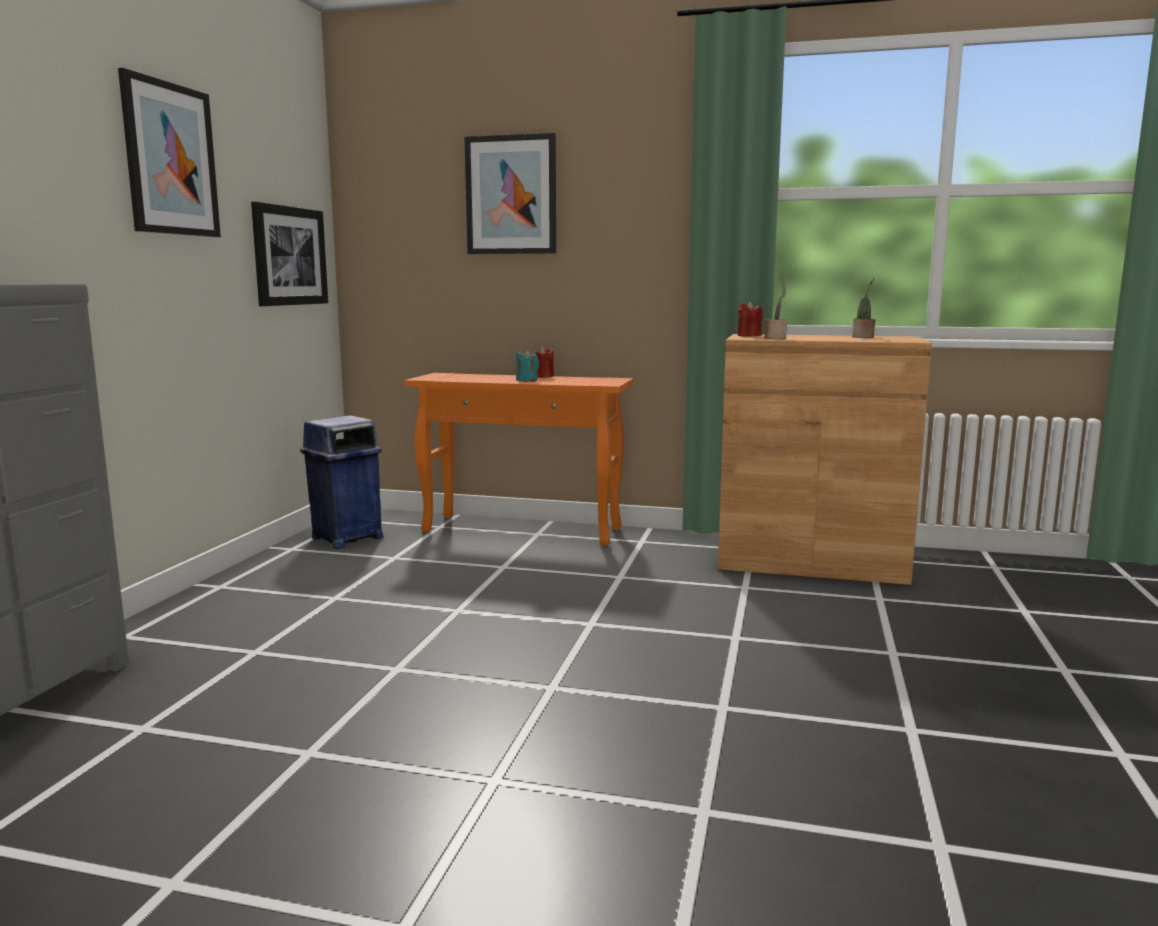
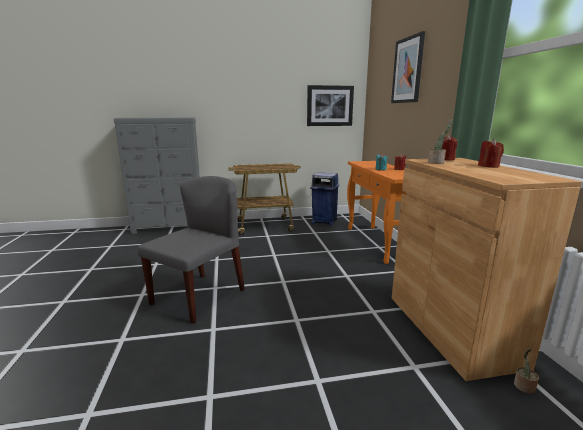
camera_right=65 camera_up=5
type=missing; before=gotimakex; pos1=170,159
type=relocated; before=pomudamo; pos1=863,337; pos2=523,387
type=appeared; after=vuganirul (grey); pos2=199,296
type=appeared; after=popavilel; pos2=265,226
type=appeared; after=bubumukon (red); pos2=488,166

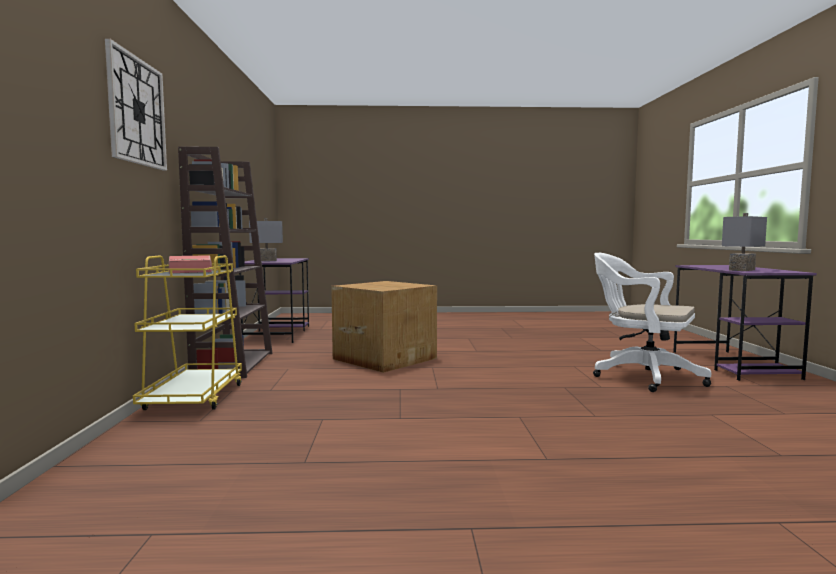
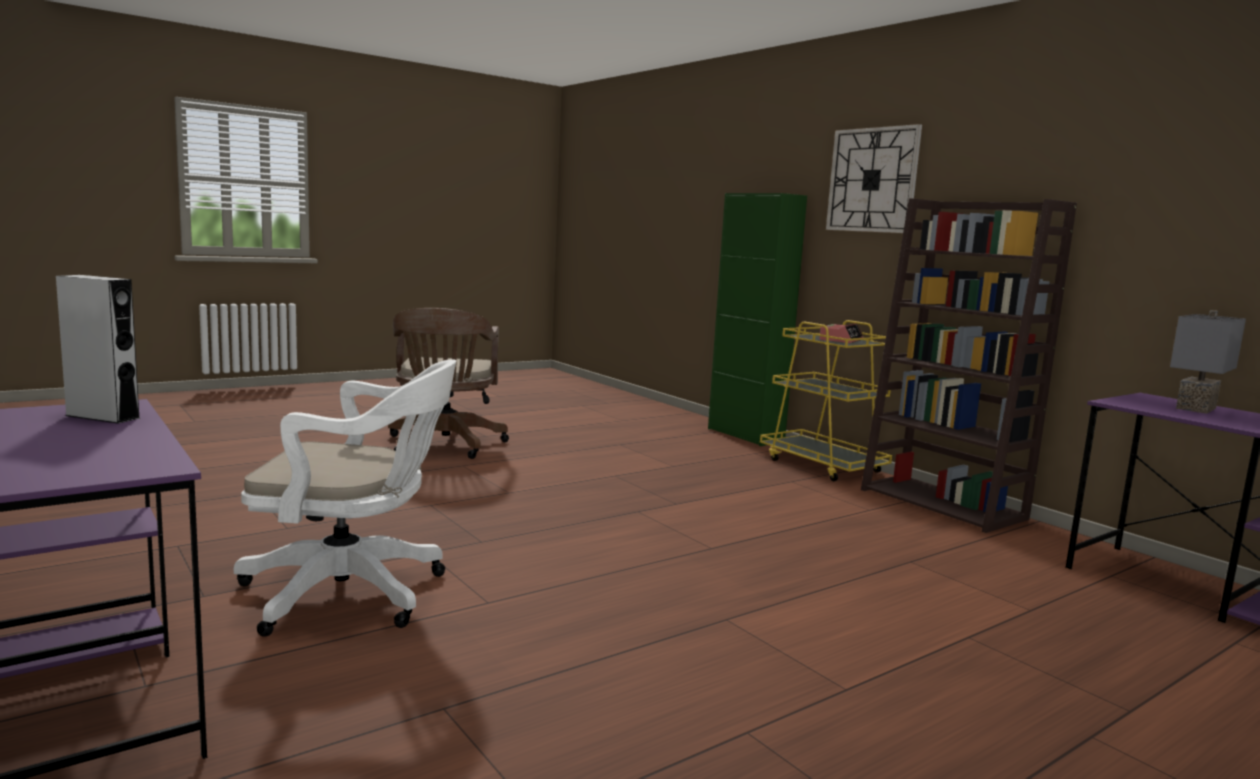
camera_right=145 camera_up=5
type=missing; before=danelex; pos1=385,358
type=exchanged; before=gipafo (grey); after=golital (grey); pos1=743,270; pos2=103,417
type=appeared; after=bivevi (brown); pos2=444,445
type=appeared; after=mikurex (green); pos2=745,435

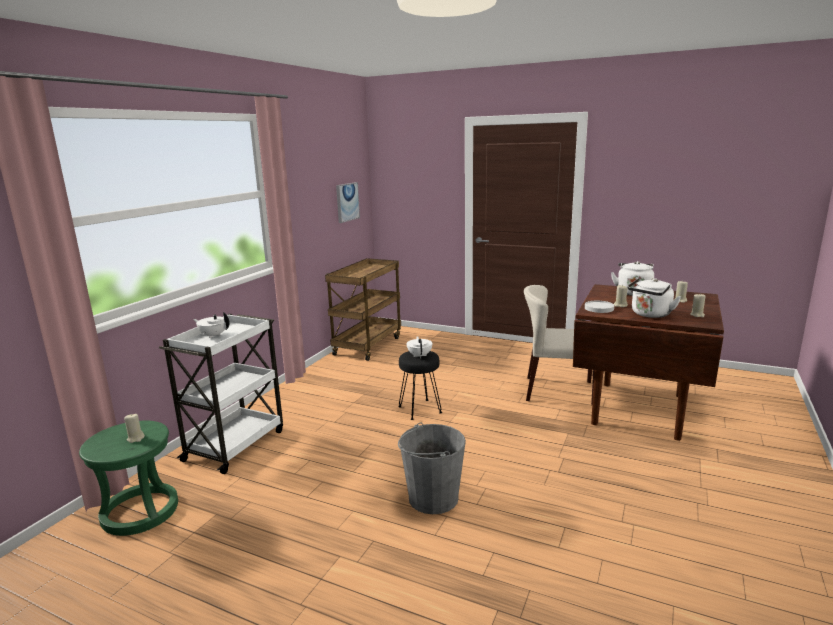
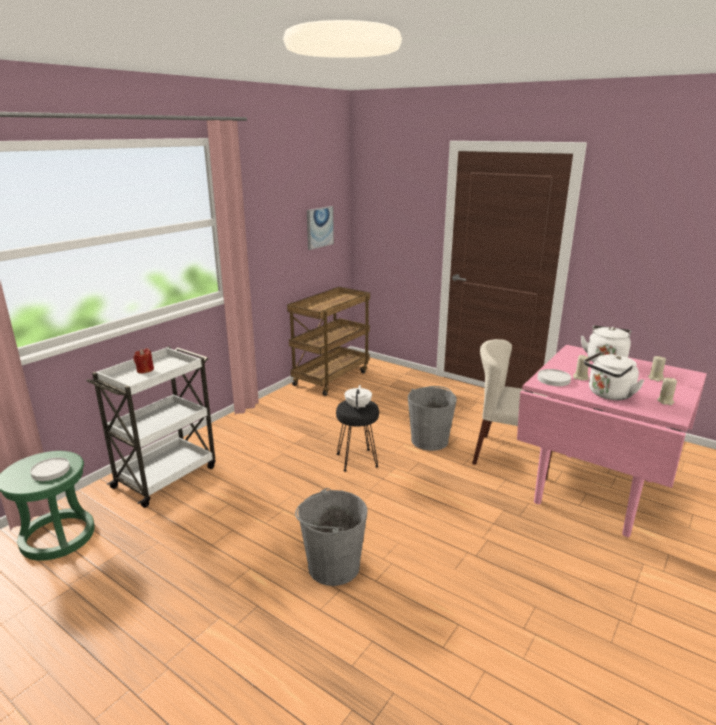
camera_right=10 camera_up=5
type=exchanged; before=bubumukon (beige); after=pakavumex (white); pos1=136,438; pos2=50,471
type=exchanged; before=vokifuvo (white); after=bubumukon (red); pos1=214,335; pos2=145,370
type=colour; before=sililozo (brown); after=sililozo (pink); pos1=639,409; pos2=596,491
type=appeared; after=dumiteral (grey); pos2=430,440

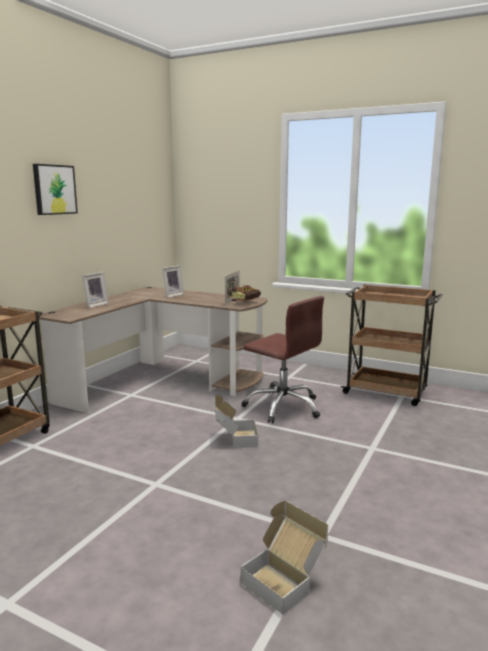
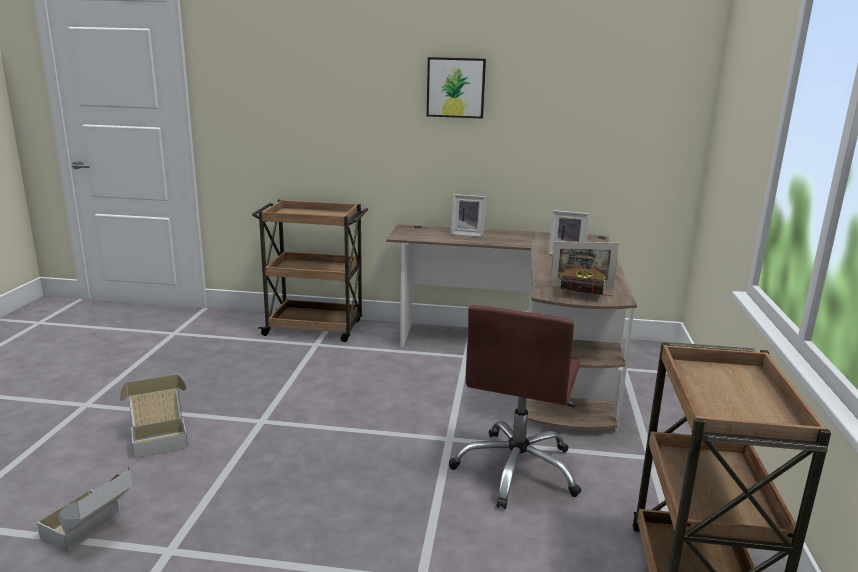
camera_right=70 camera_up=5
type=relocated; before=danelex; pos1=234,438; pos2=159,437

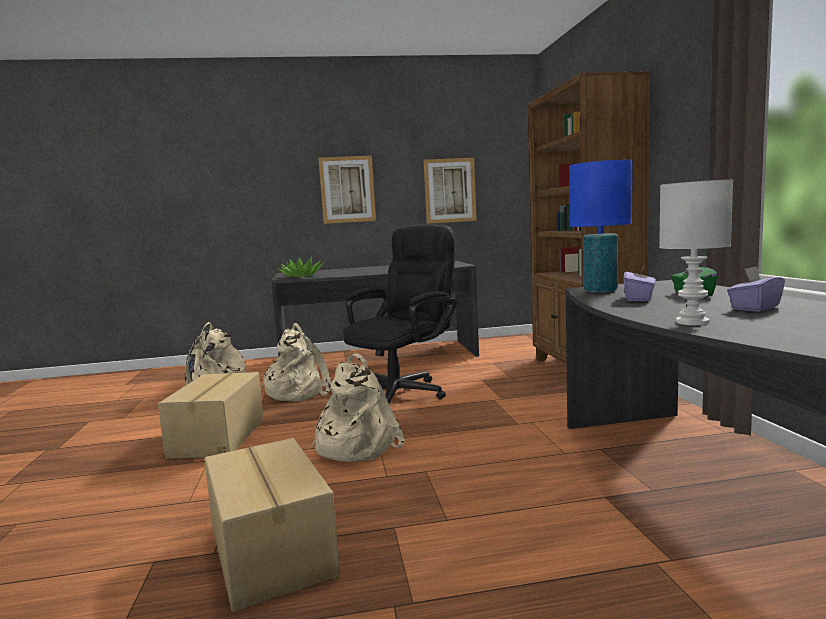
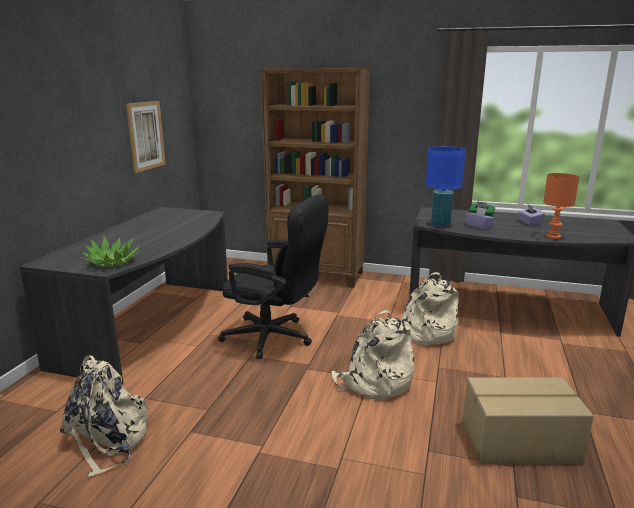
camera_right=-65 camera_up=10
type=missing; before=danelex; pos1=219,437
type=relocated; before=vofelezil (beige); pos1=298,392; pos2=424,333
type=missing; before=gotimakex; pos1=347,189
type=spun; before=bivevi (black); pos1=403,392; pos2=275,338; turn=135
type=colour; before=gipafo (white); after=gipafo (orange); pos1=690,322; pos2=553,236

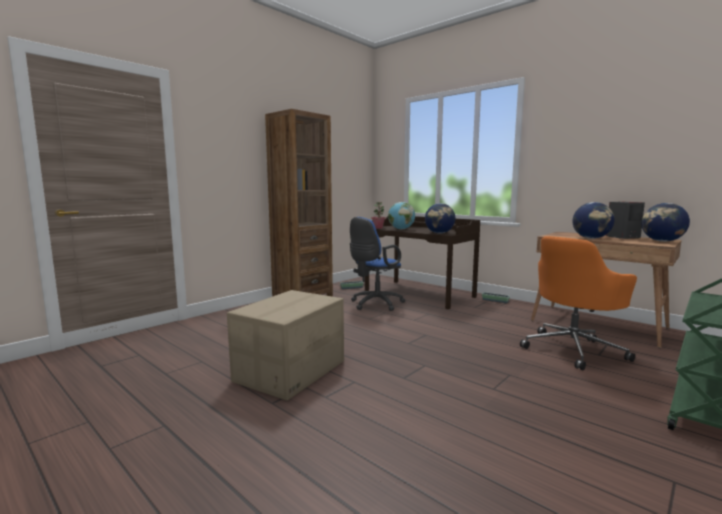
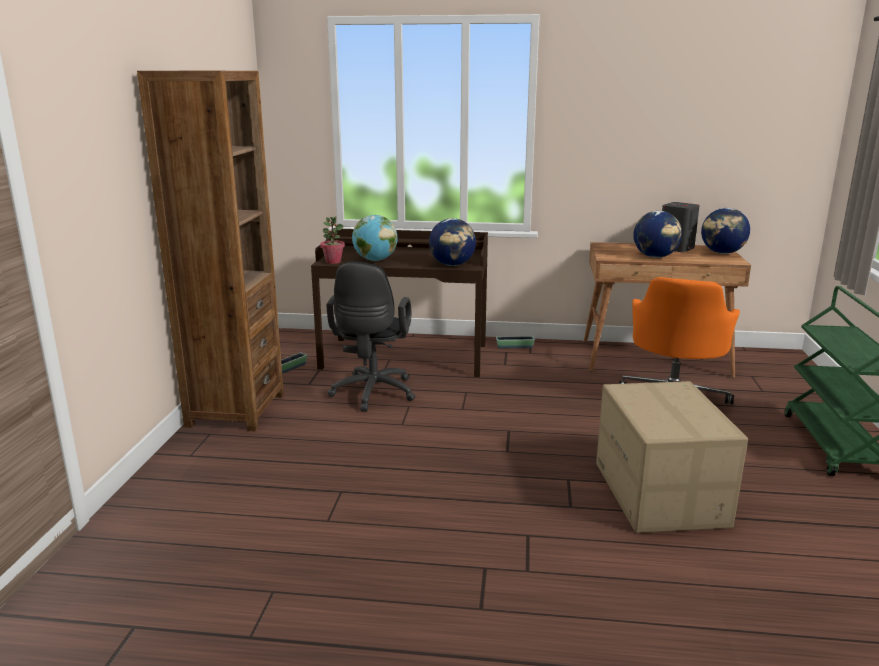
camera_right=-35 camera_up=10
type=relocated; before=danelex; pos1=291,371; pos2=661,494
type=colour; before=bivevi (blue); after=bivevi (black); pos1=374,304; pos2=372,394

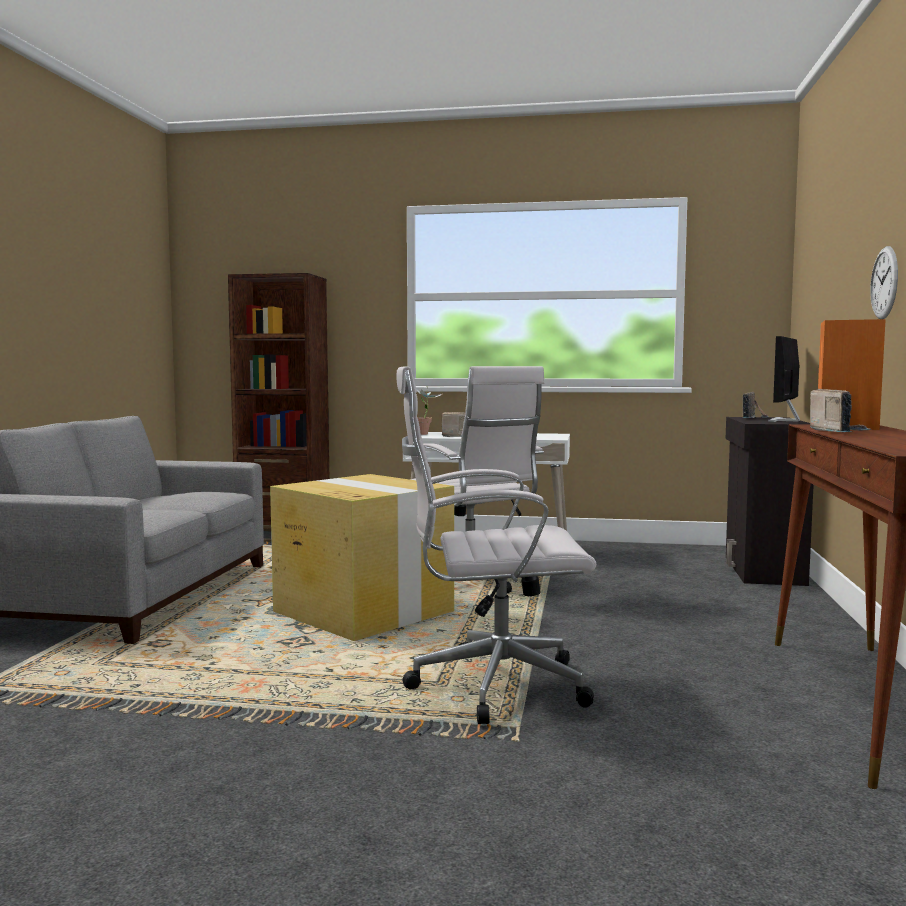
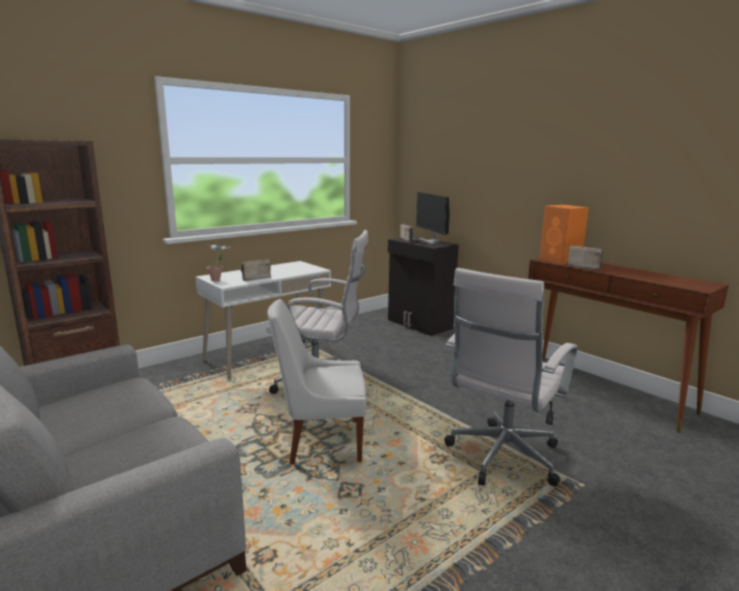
camera_right=-50 camera_up=10
type=exchanged; before=danelex; after=vuganirul (white); pos1=362,612; pos2=321,441
type=missing; before=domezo; pos1=884,283

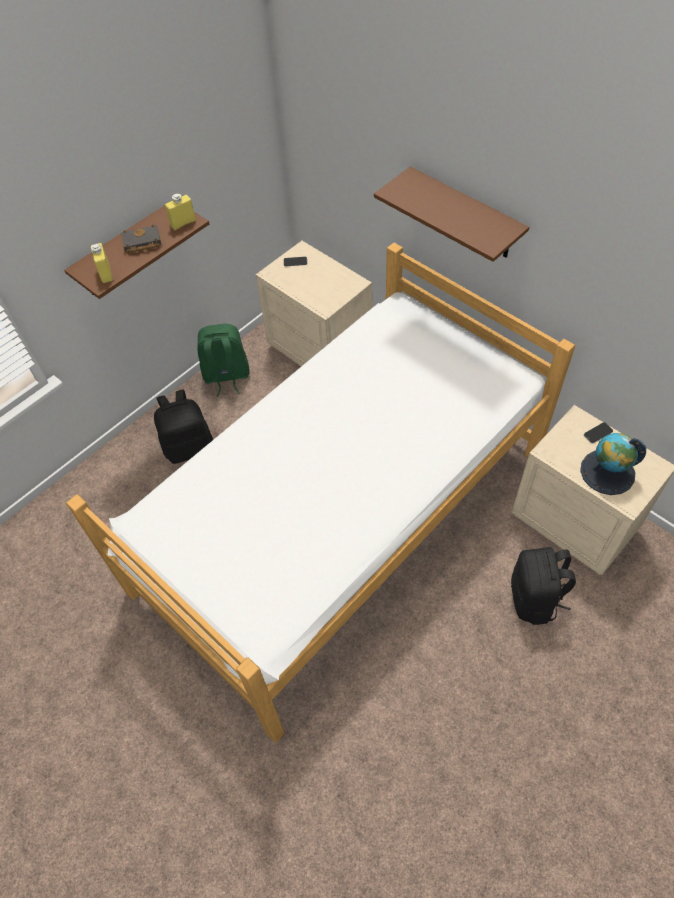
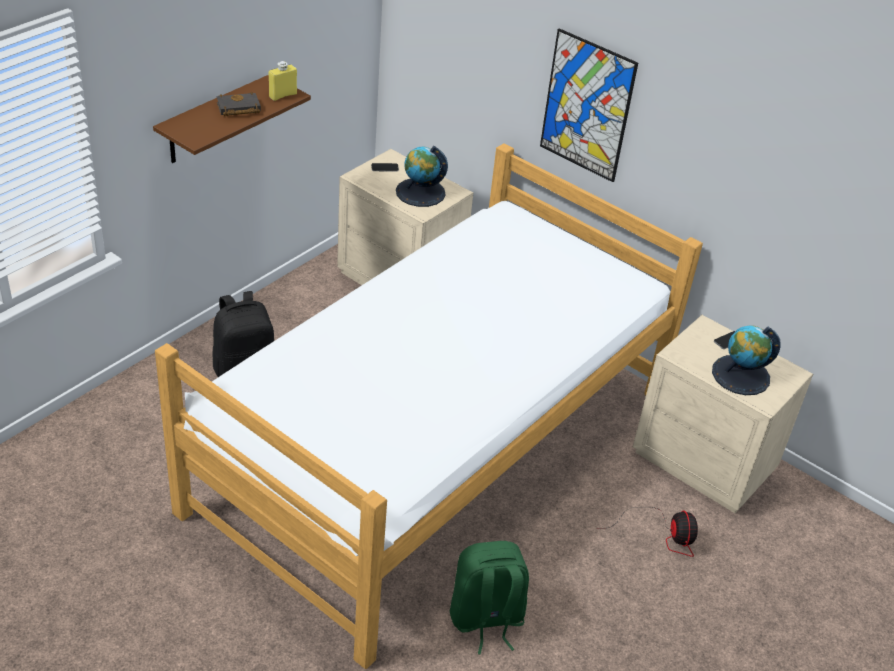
camera_right=-10 camera_up=-15
type=missing; before=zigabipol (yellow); pos1=106,273
type=relocated; before=vofelezil (green); pos1=226,376; pos2=486,619
type=exchanged; before=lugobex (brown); after=gotimakex; pos1=465,214; pos2=587,106
type=exchanged; before=vofelezil (black); after=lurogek; pos1=534,599; pos2=663,534
type=appeared; after=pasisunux; pos2=420,192

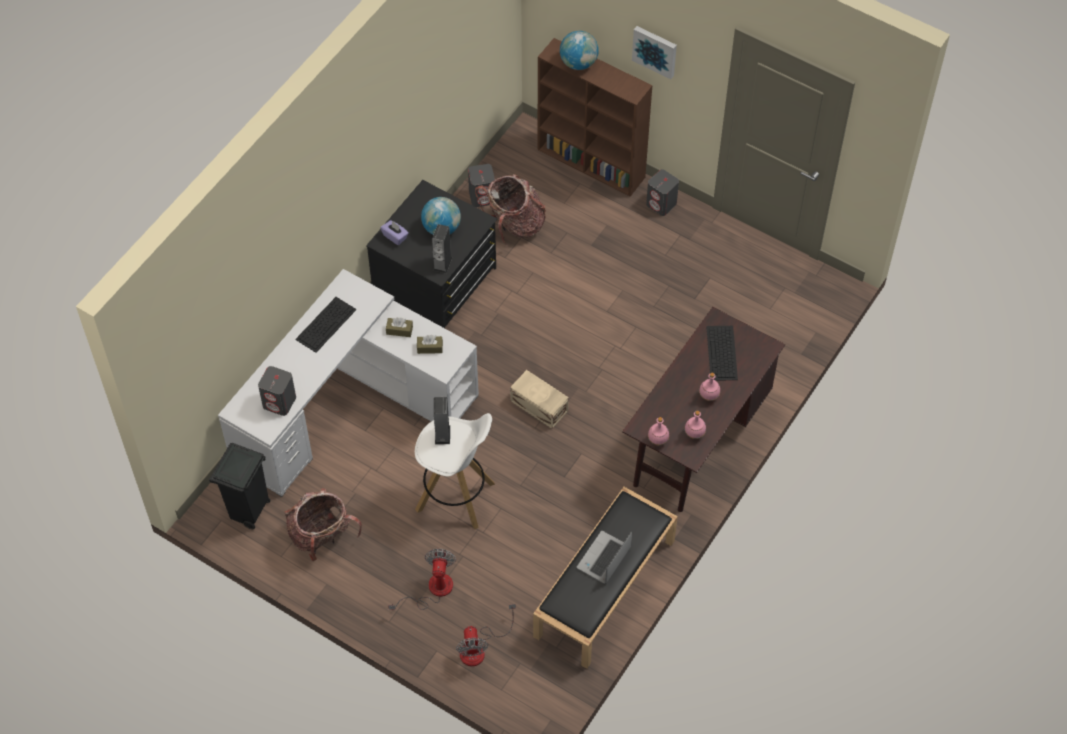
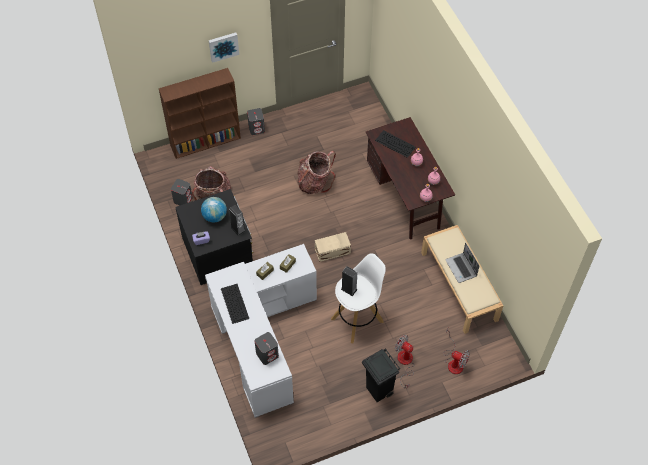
camera_right=-55 camera_up=0
type=relocated; before=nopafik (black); pos1=249,512; pos2=379,391
type=relocated; before=vofelezil; pos1=322,536; pos2=315,182
type=colour; before=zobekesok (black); after=zobekesok (beige); pos1=604,589; pos2=459,286
type=missing; before=pasisunux; pos1=578,63

